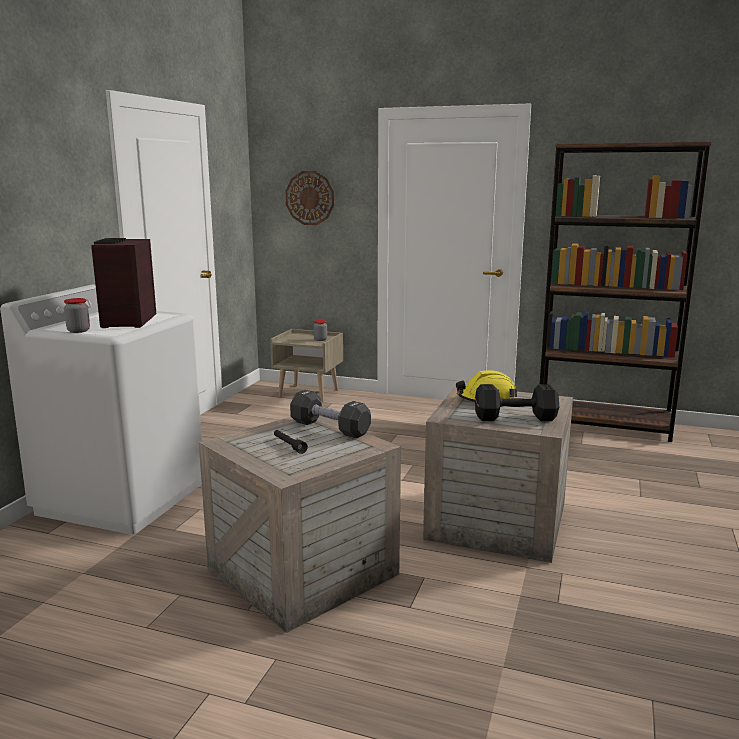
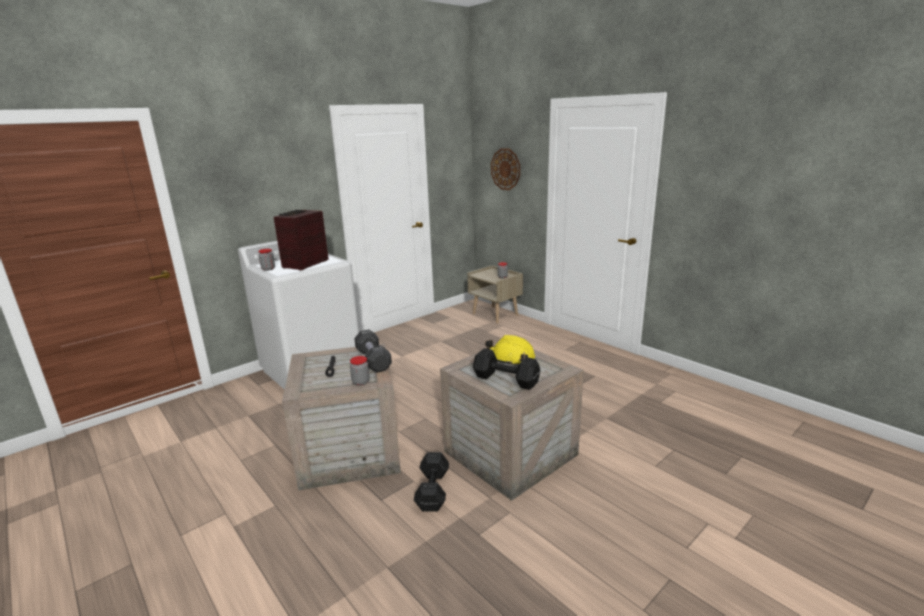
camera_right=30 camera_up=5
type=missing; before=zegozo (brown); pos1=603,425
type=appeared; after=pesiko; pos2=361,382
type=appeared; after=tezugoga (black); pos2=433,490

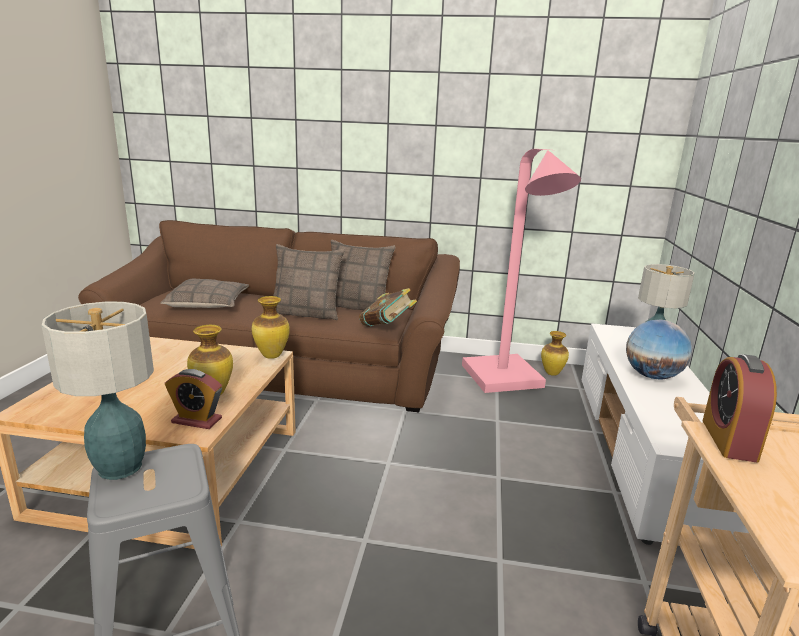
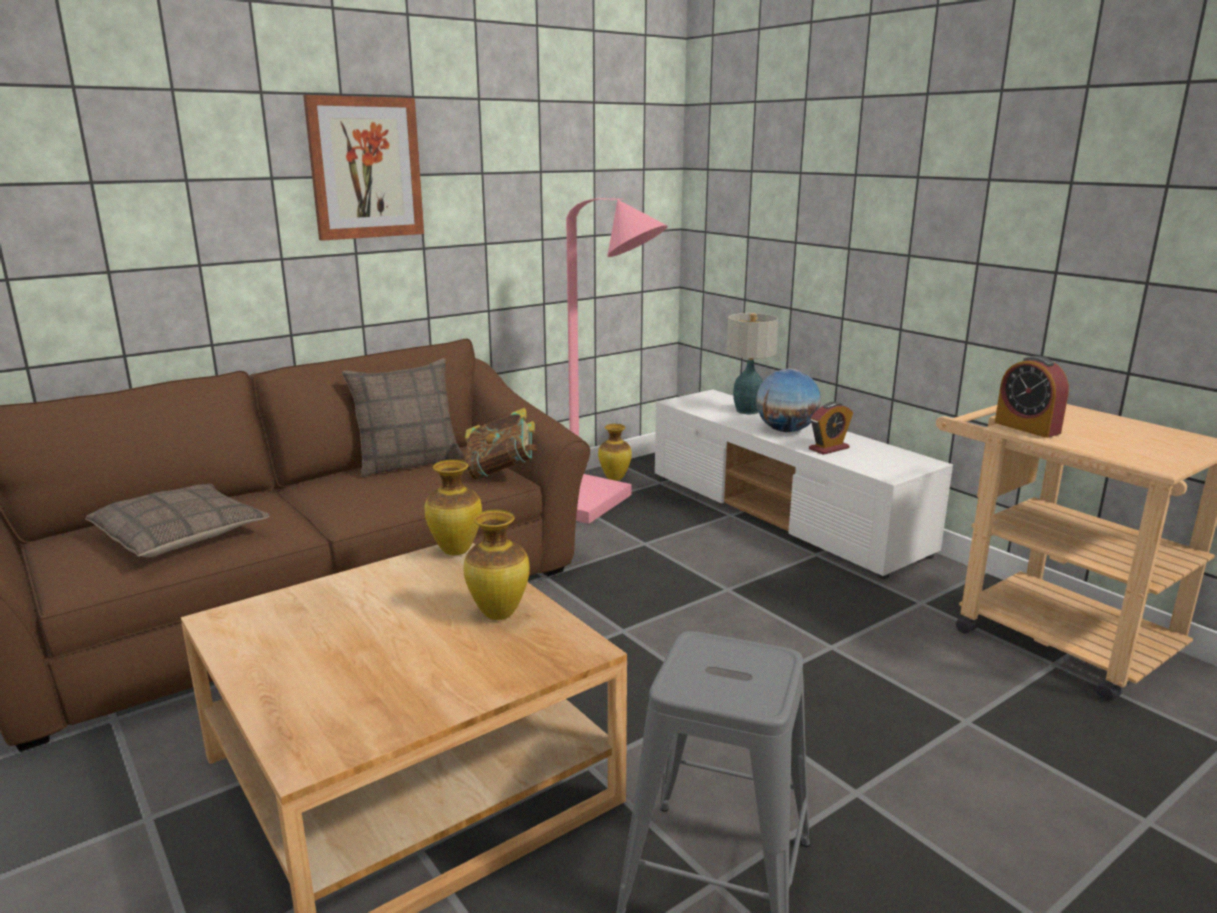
camera_right=-45 camera_up=0
type=missing; before=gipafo; pos1=120,468
type=relocated; before=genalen; pos1=196,420; pos2=829,448
type=missing; before=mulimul; pos1=306,313
type=appeared; after=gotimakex; pos2=365,168

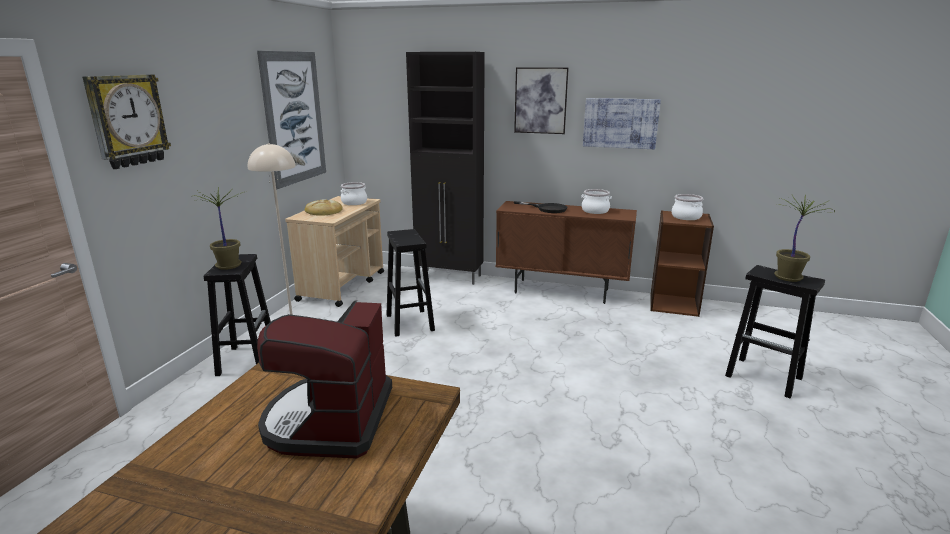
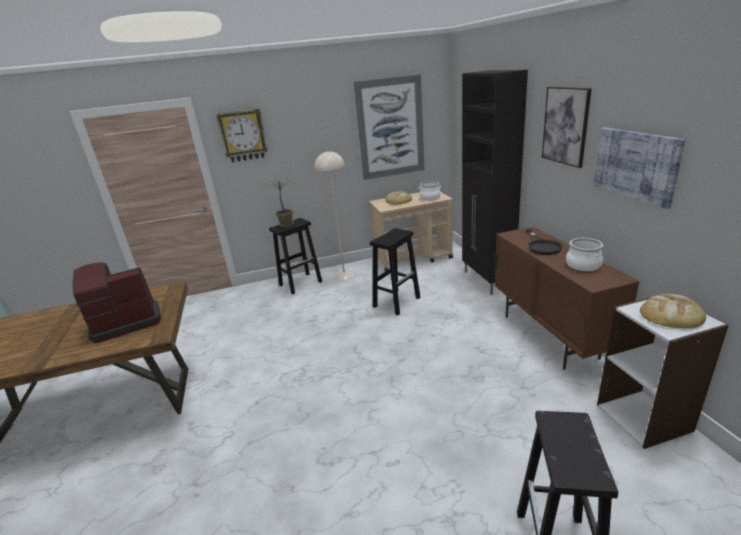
camera_right=60 camera_up=5
type=colour; before=zegozo (brown); after=zegozo (white); pos1=673,304; pos2=644,417
type=exchanged; before=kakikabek; after=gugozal; pos1=686,217; pos2=671,315
type=missing; before=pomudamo; pos1=789,277

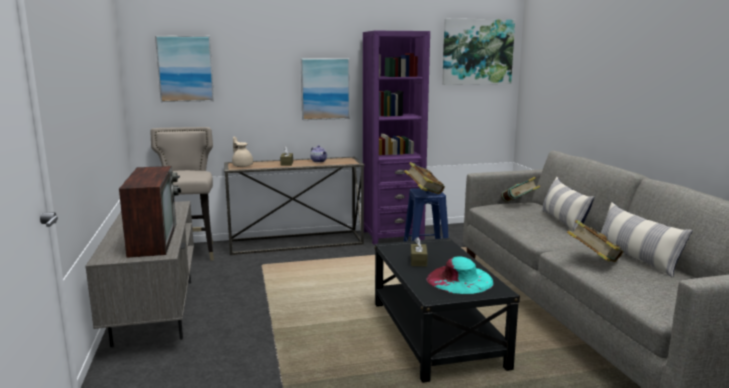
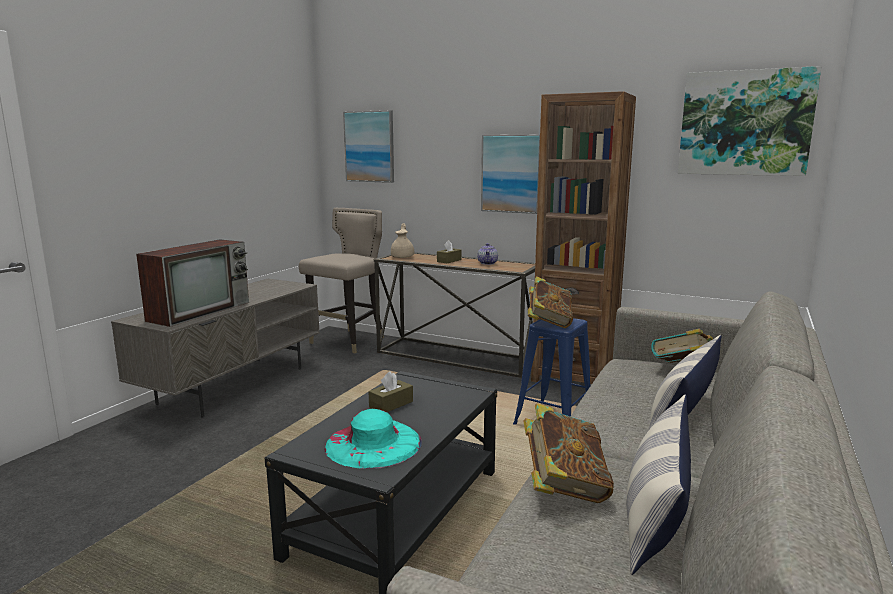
camera_right=40 camera_up=0
type=colour; before=zegozo (purple); after=zegozo (brown); pos1=392,235; pos2=574,377

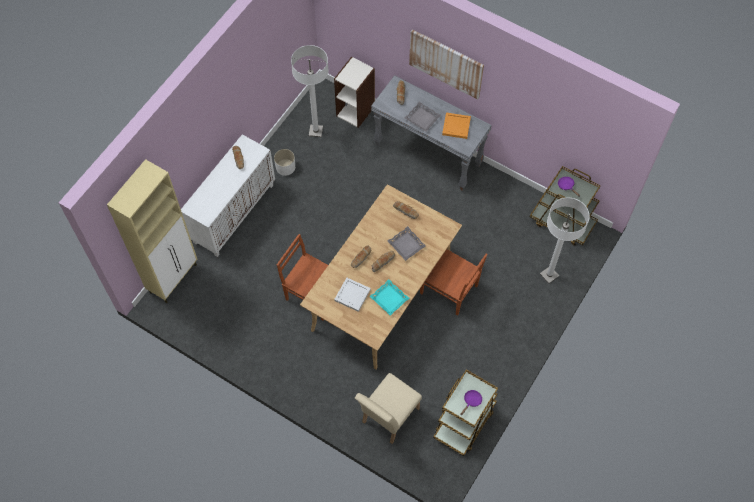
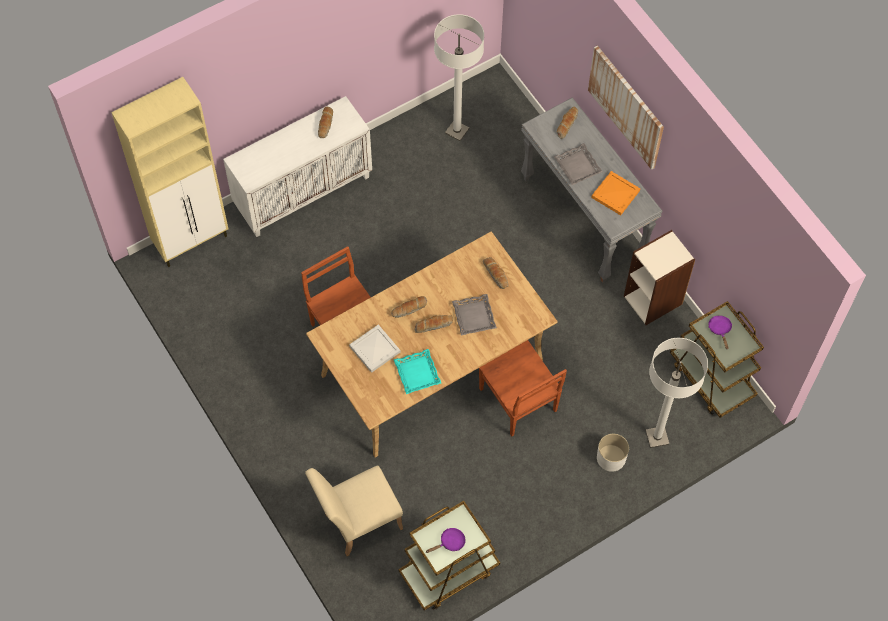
camera_right=25 camera_up=0
type=relocated; before=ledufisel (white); pos1=285,167; pos2=611,458
type=relocated; before=zegozo; pos1=356,111; pos2=653,300

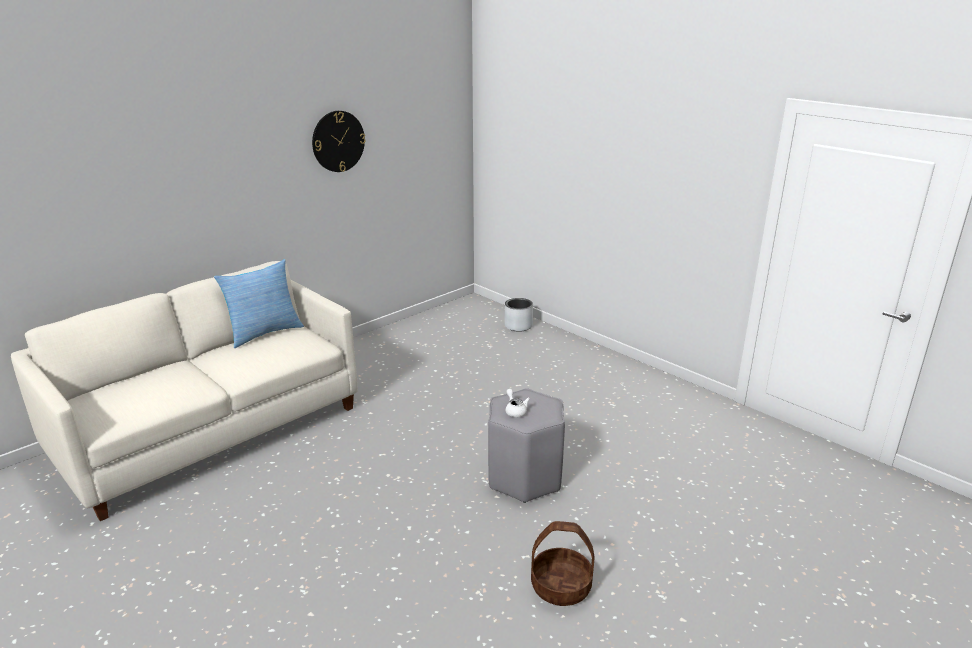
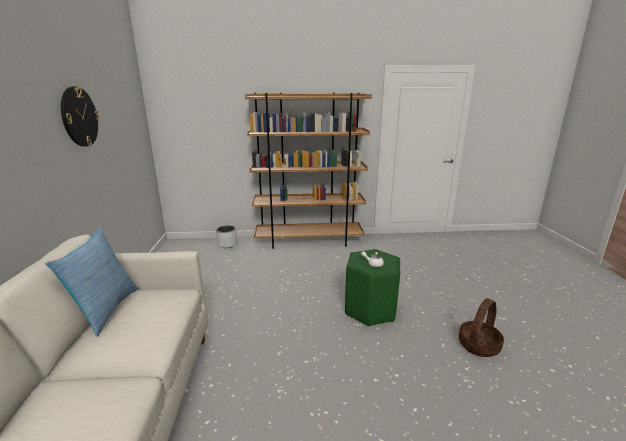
camera_right=-50 camera_up=-5
type=colour; before=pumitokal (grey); after=pumitokal (green); pos1=524,477; pos2=369,310
type=appeared; after=zegozo (brown); pos2=309,241

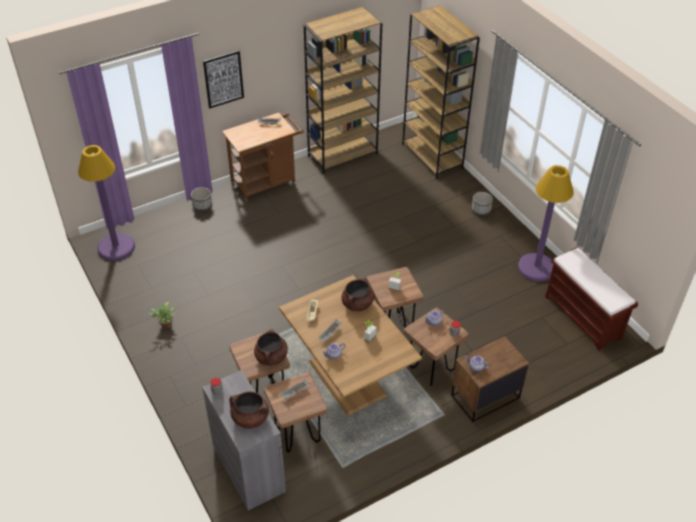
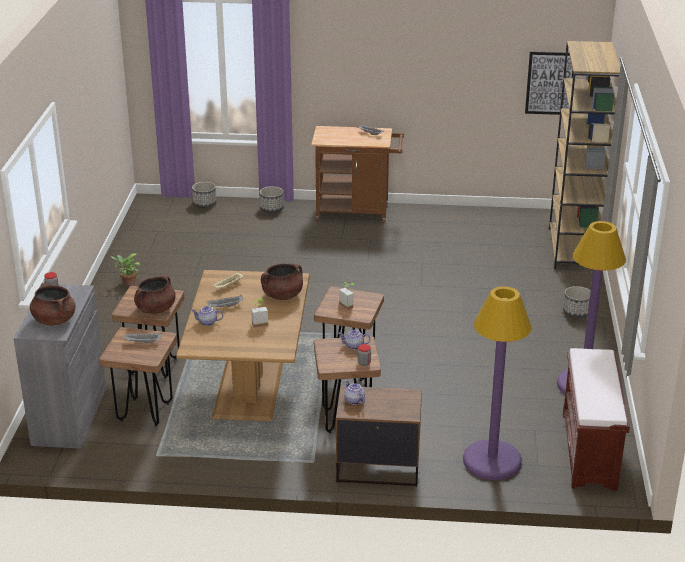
camera_right=35 camera_up=-15
type=relocated; before=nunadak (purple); pos1=116,247; pos2=492,461
type=relocated; before=gotimakex; pos1=223,79; pos2=550,83
type=missing; before=zegozo (brown); pos1=343,154
type=appeared; after=ledufisel; pos2=204,204

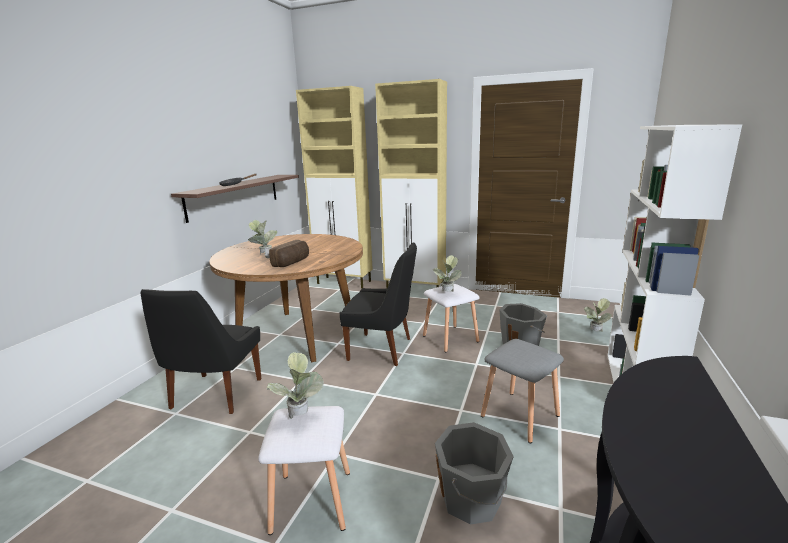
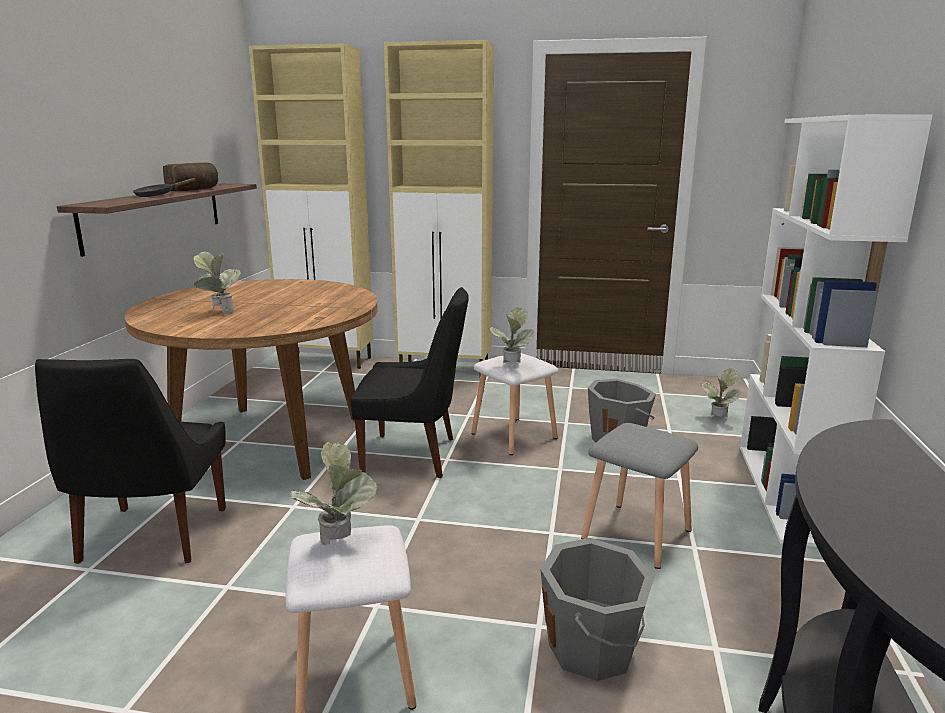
camera_right=-10 camera_up=0
type=relocated; before=gugozal; pos1=292,263; pos2=195,189

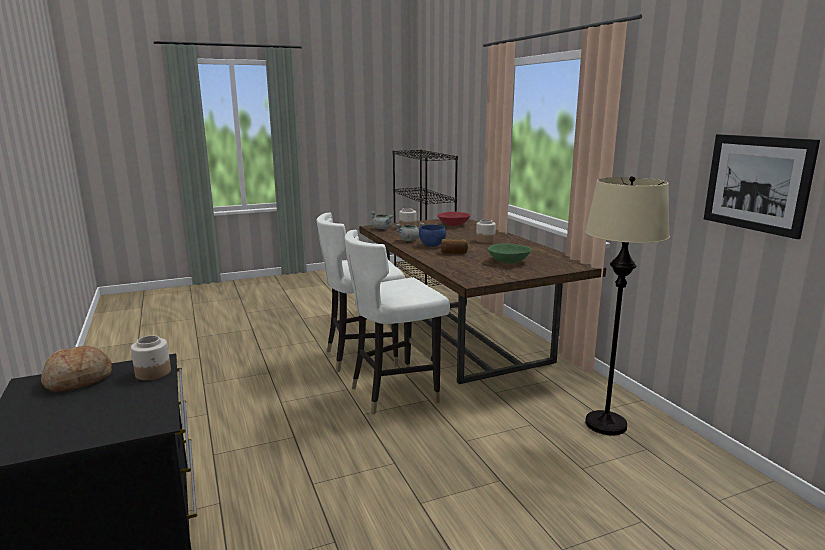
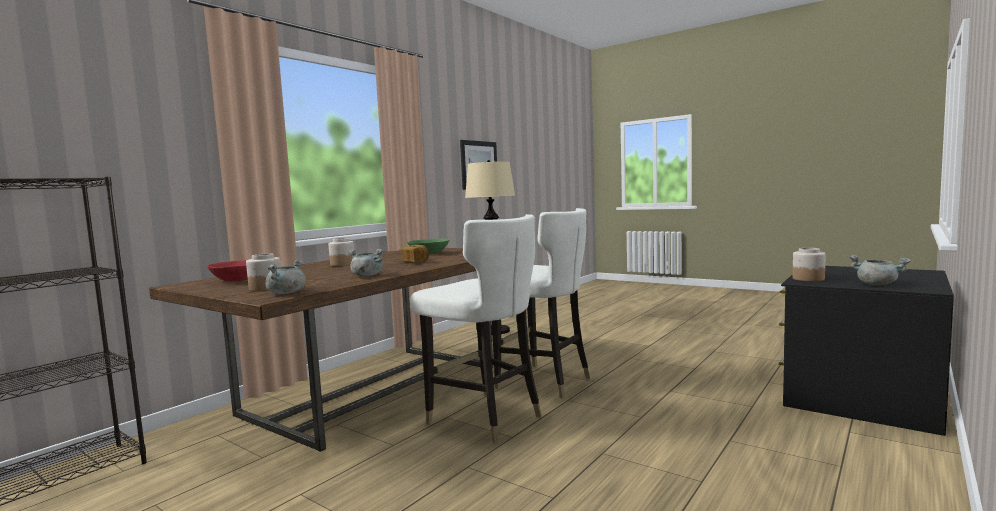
camera_right=-120 camera_up=-10
type=exchanged; before=gugozal; after=kakikabek (grey); pos1=78,380; pos2=877,284
type=missing; before=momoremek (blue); pos1=432,245

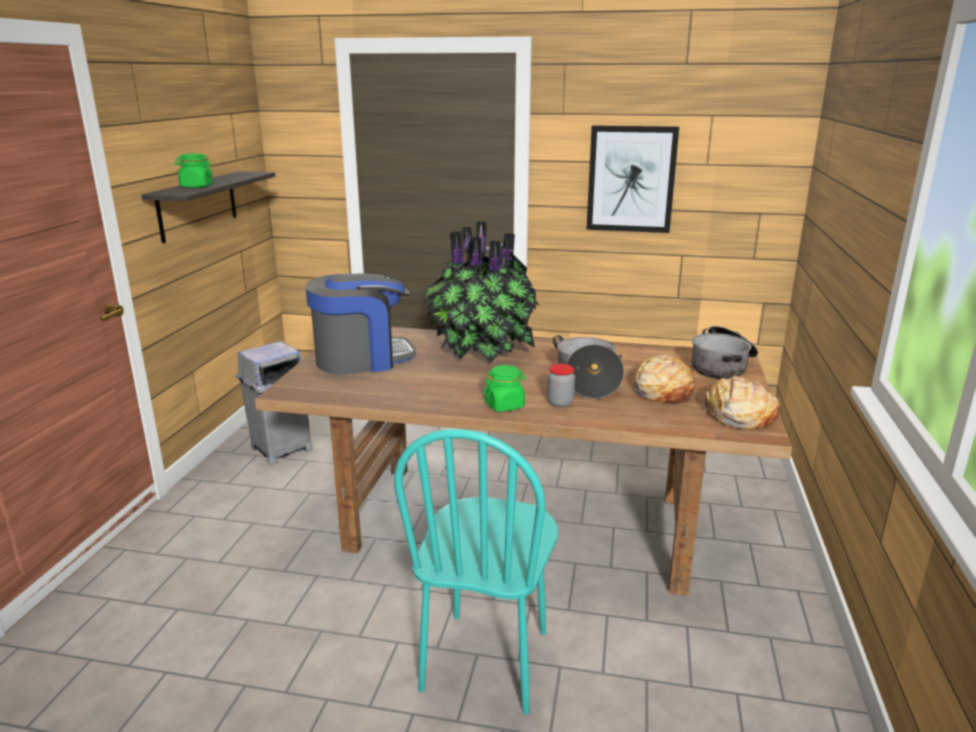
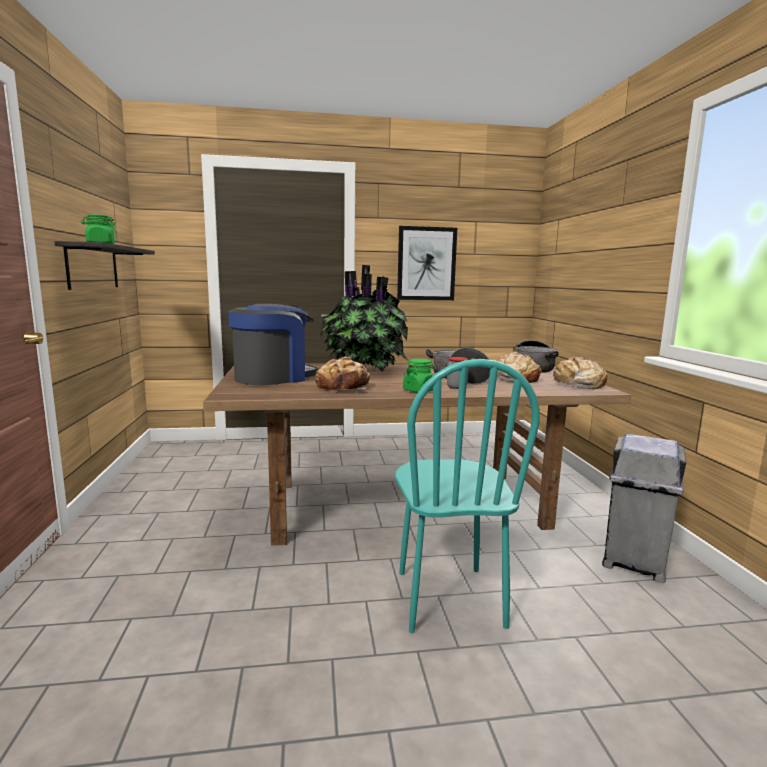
camera_right=-20 camera_up=-10
type=relocated; before=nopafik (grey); pos1=280,449; pos2=633,562
type=appeared; after=gugozal; pos2=343,387

